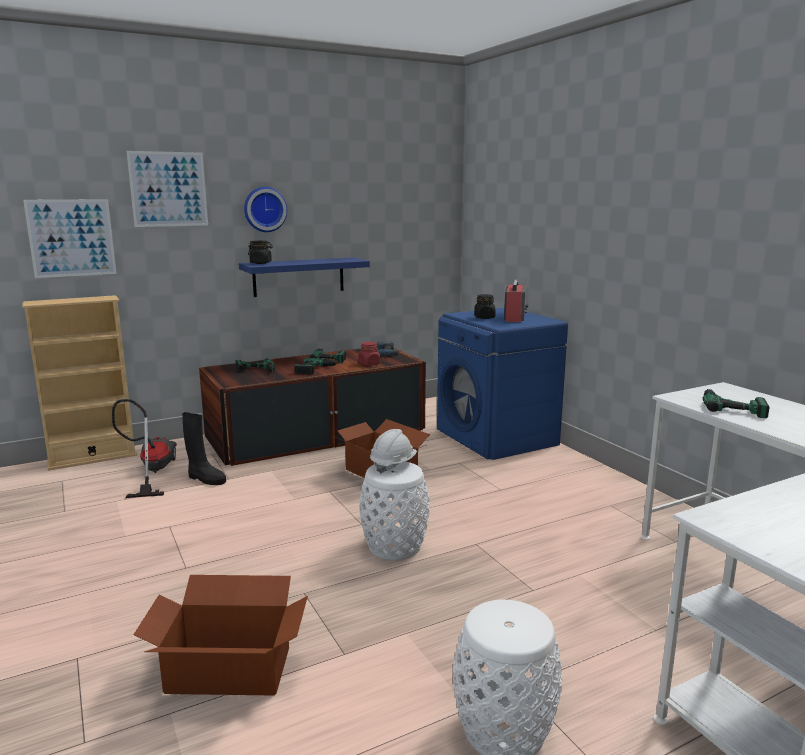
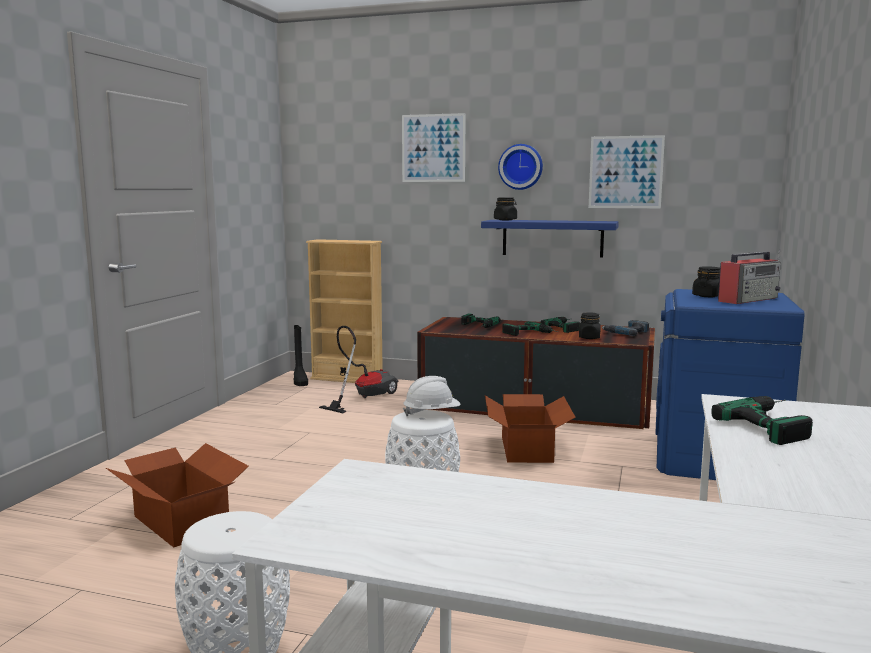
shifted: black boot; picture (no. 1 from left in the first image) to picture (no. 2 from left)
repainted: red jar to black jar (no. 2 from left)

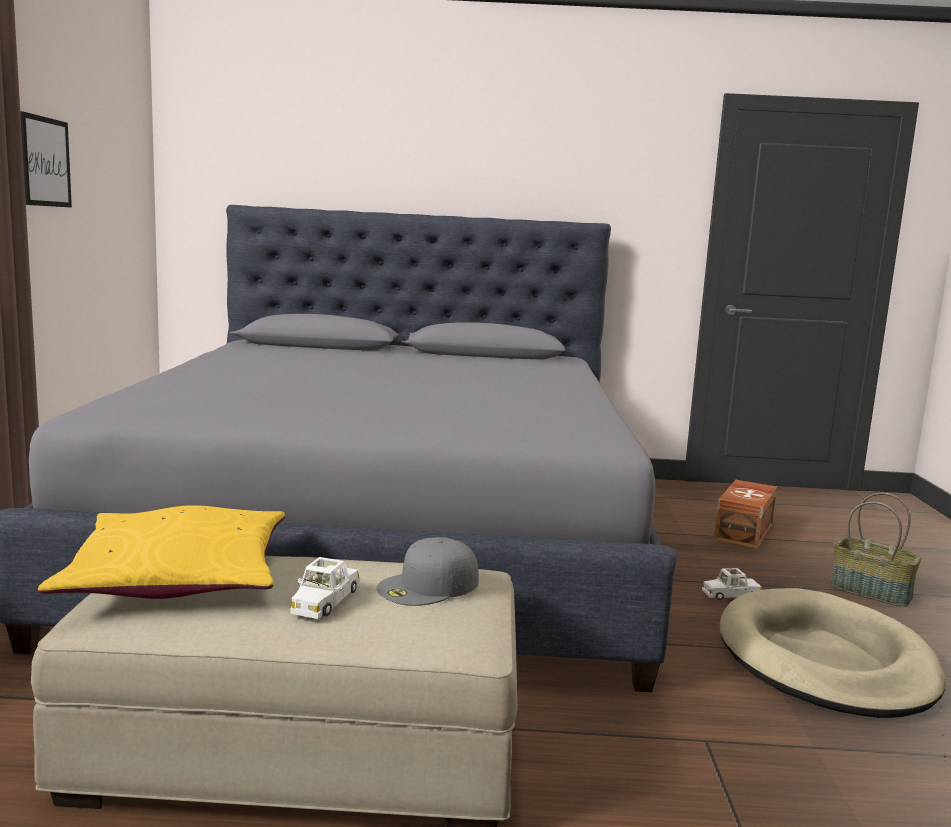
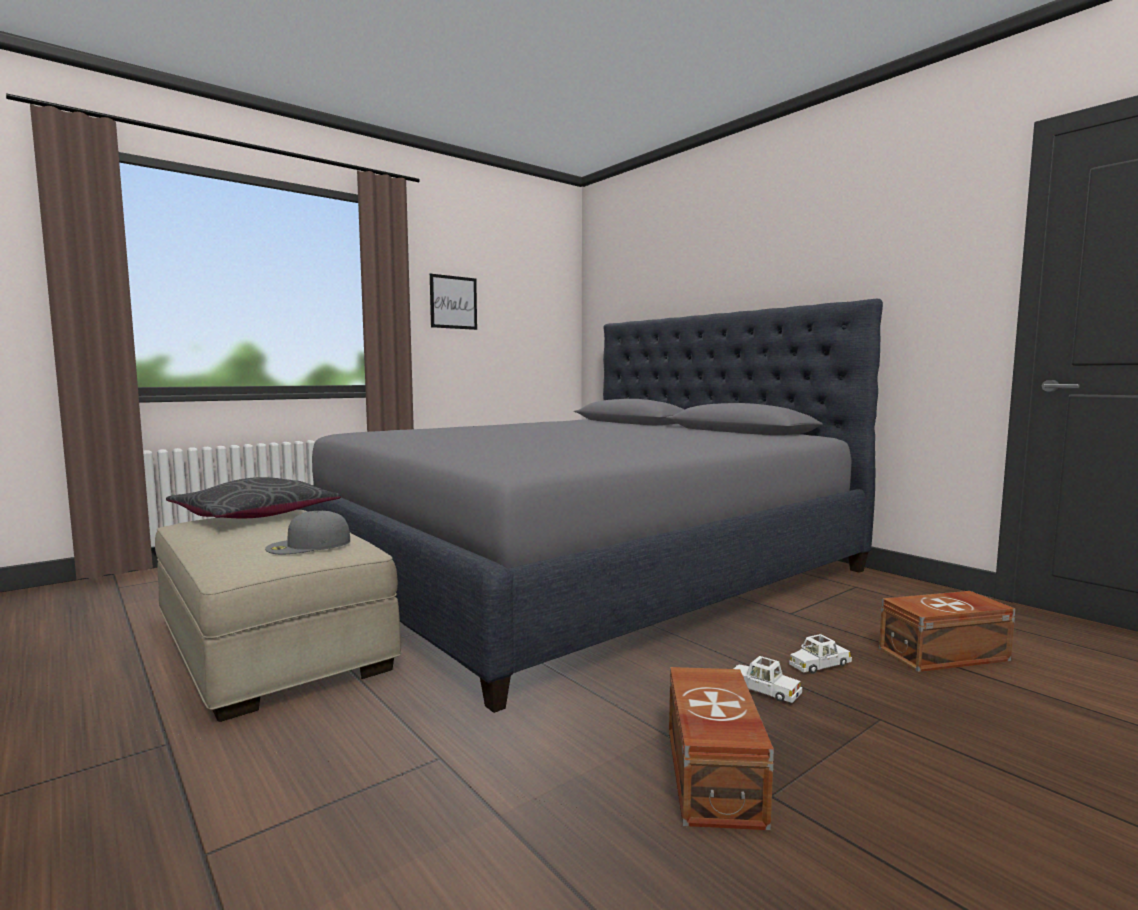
gone: basket
shifted: white toy car (no. 1 from left in the first image) to white toy car (no. 2 from left)
swapped: beige dog bed to brown storage box (no. 1 from left)
repainted: yellow pillow to grey pillow
rotated: grey cap 45 degrees counterclockwise

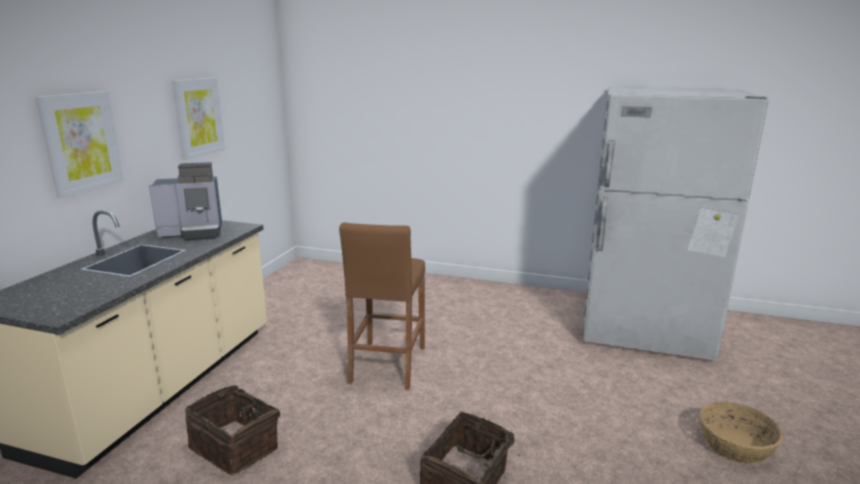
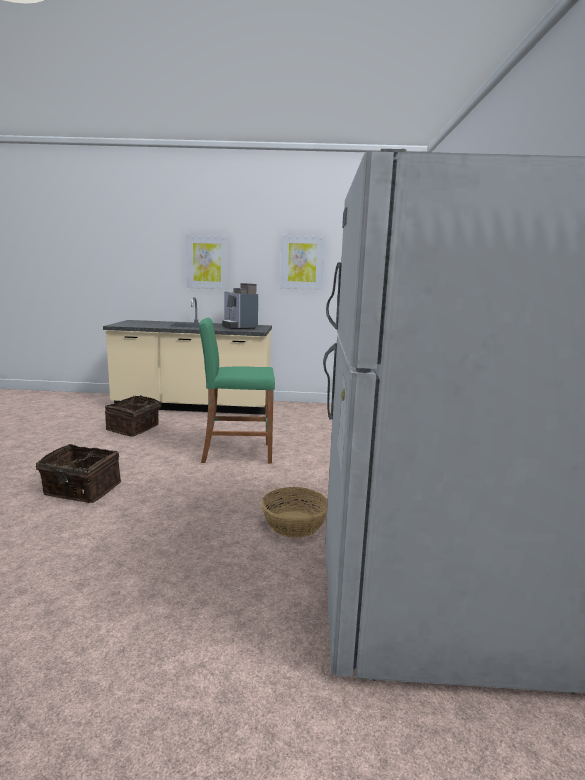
shifted: basket (no. 3 from left)
repainted: brown stool to green stool

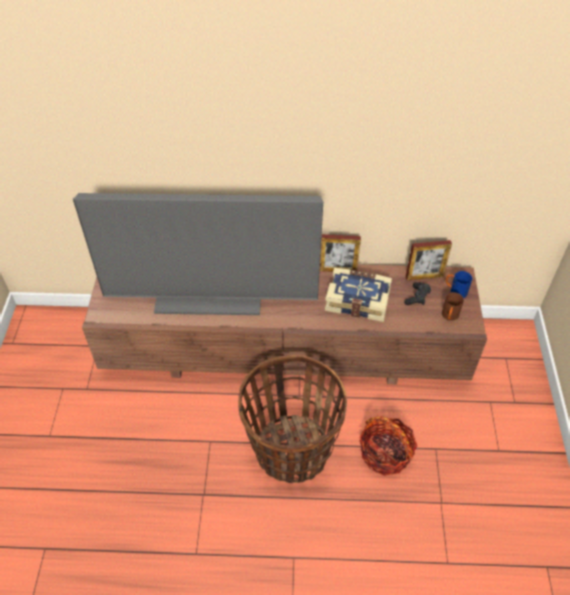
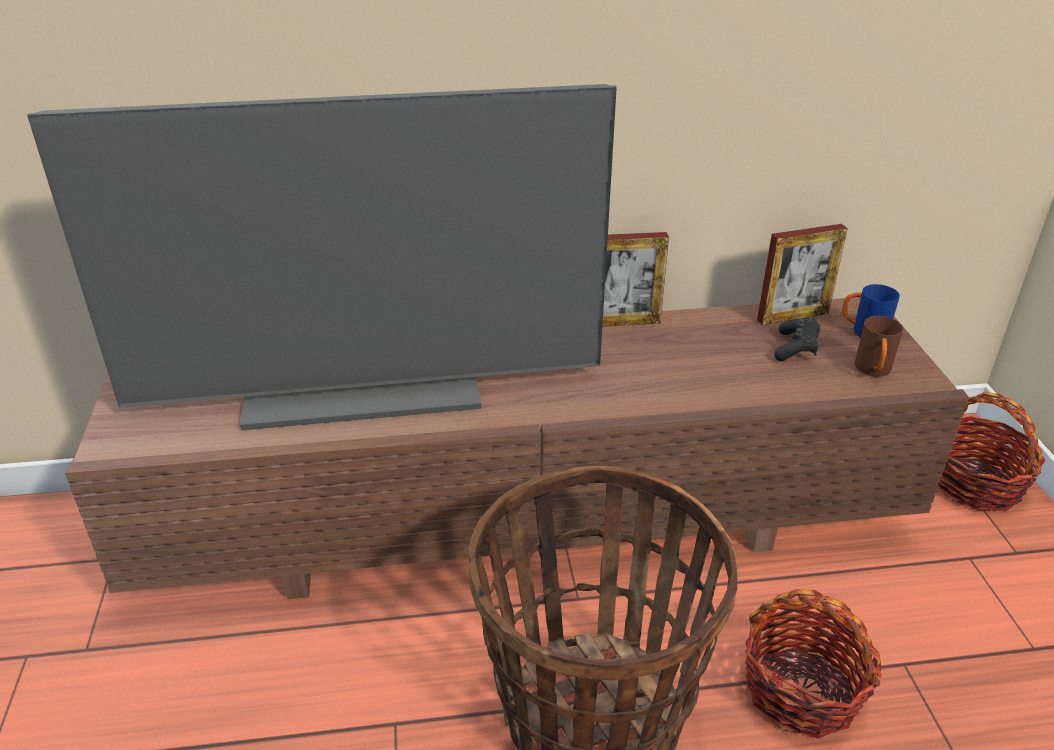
gone: book
new: basket (no. 3 from left)

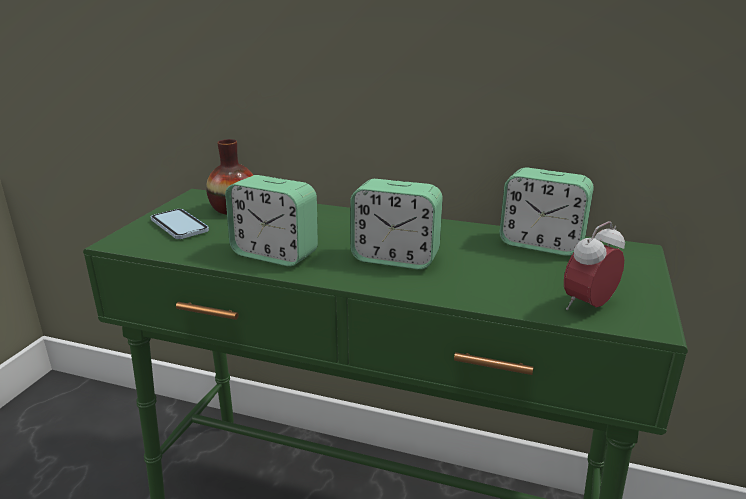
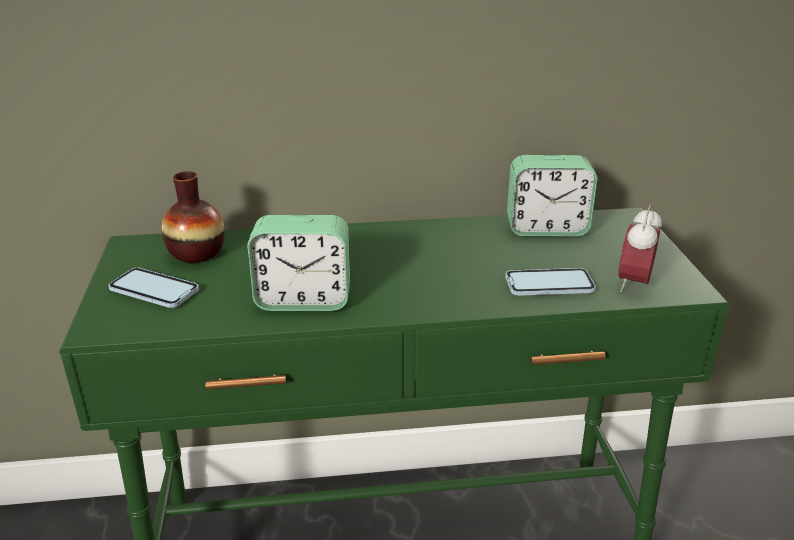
gone: alarm clock (no. 2 from left)
new: phone (no. 2 from left)

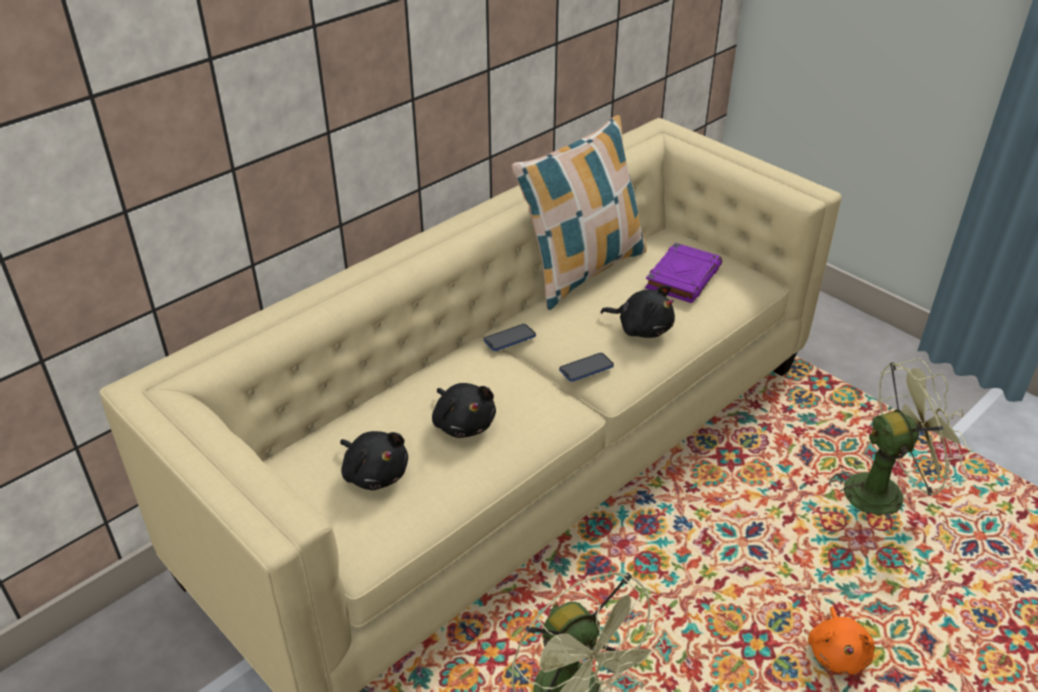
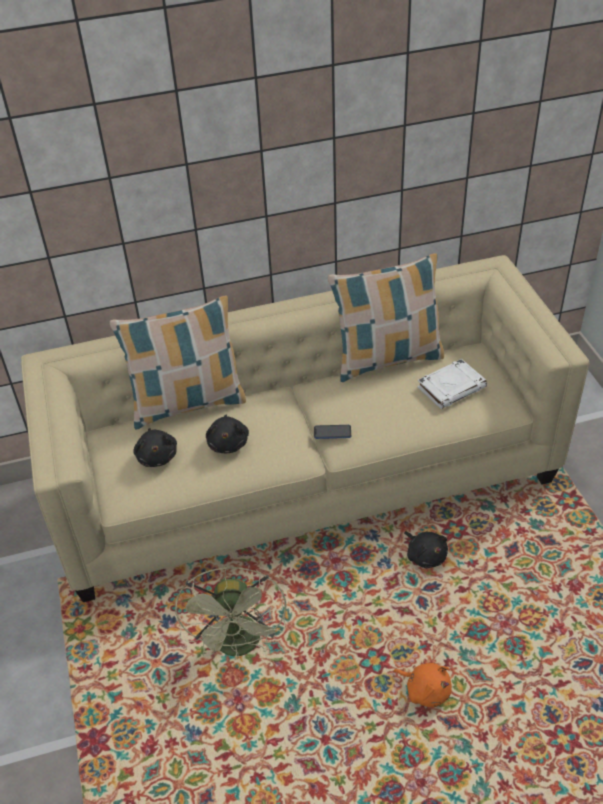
gone: phone (no. 1 from left); green fan (no. 2 from left)
new: pillow (no. 1 from left)
shifted: black plush toy (no. 3 from left)
repainted: purple book to white book
rotated: orange plush toy 90 degrees counterclockwise

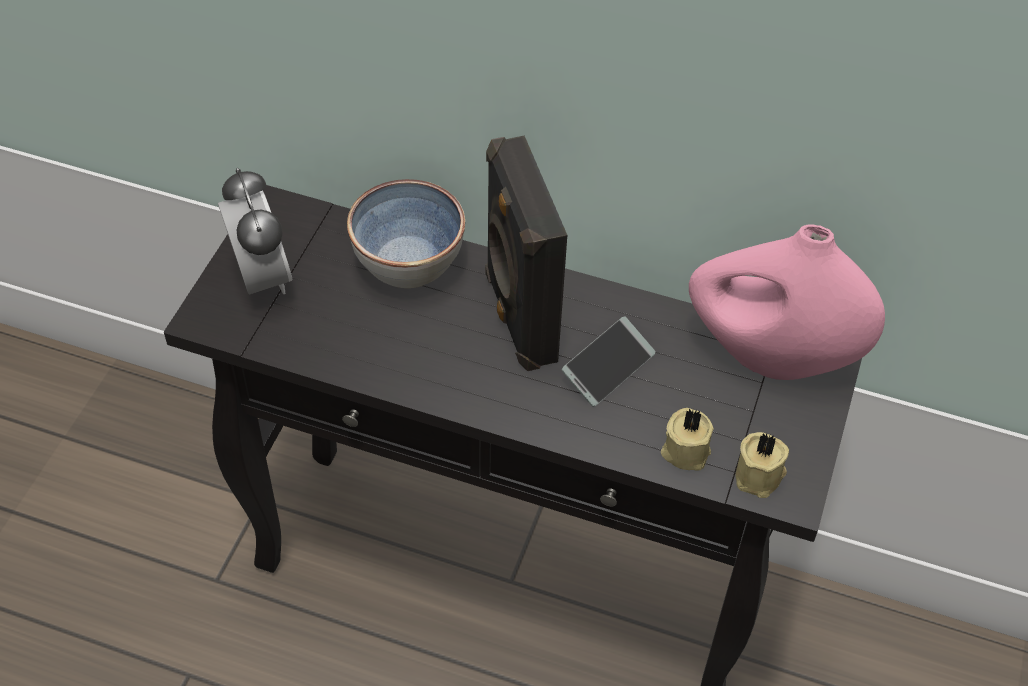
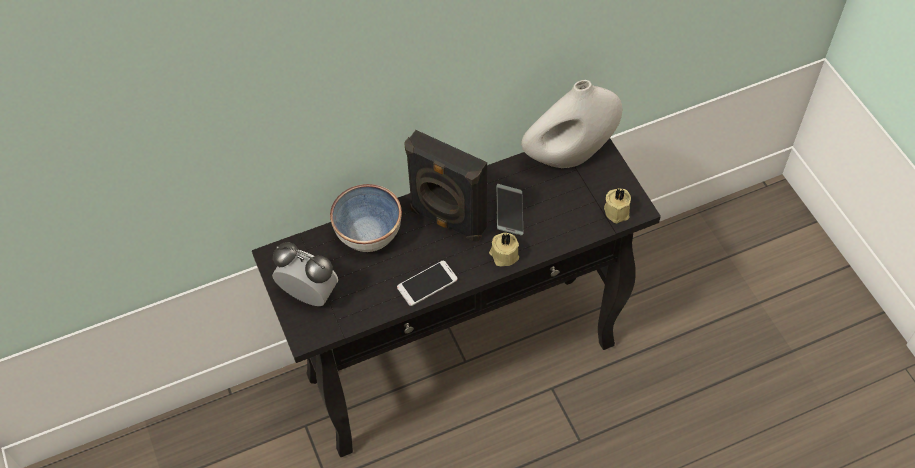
new: phone (no. 1 from left)
shifted: beige candle (no. 1 from left)
repainted: pink vase to white vase

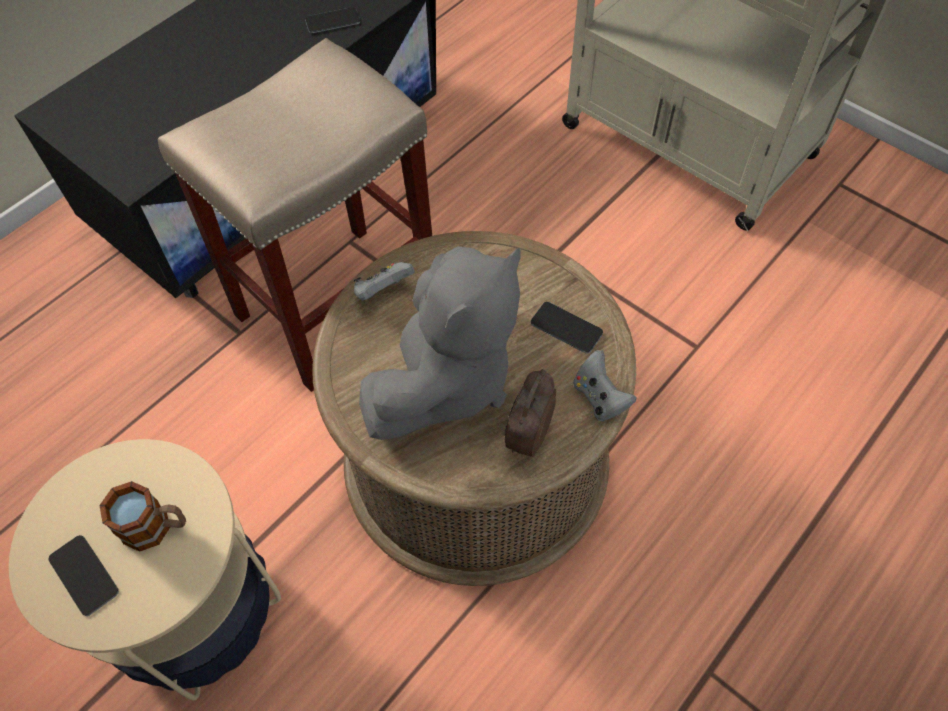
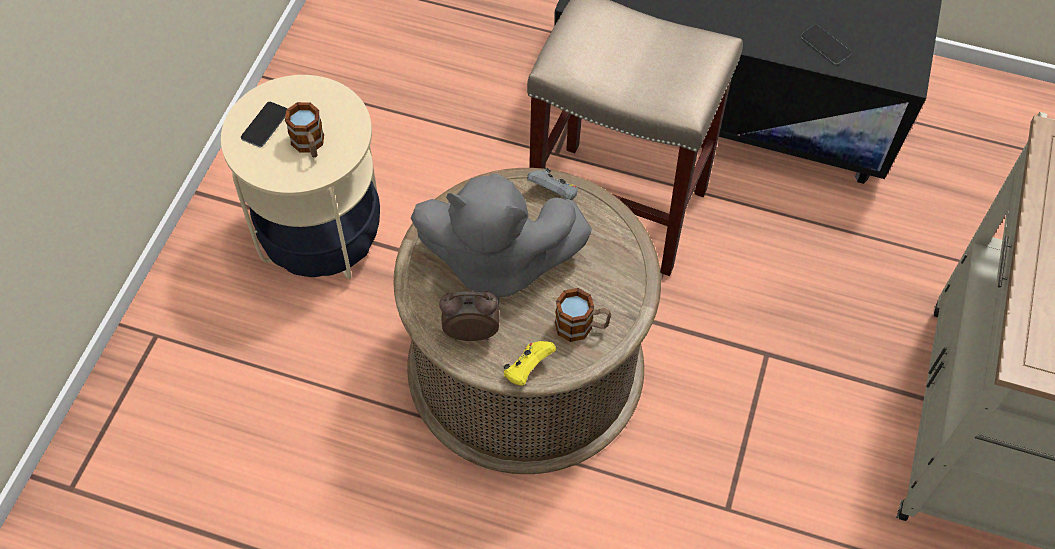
swapped: phone (no. 3 from left) to mug (no. 2 from left)
repainted: grey game controller (no. 2 from left) to yellow game controller

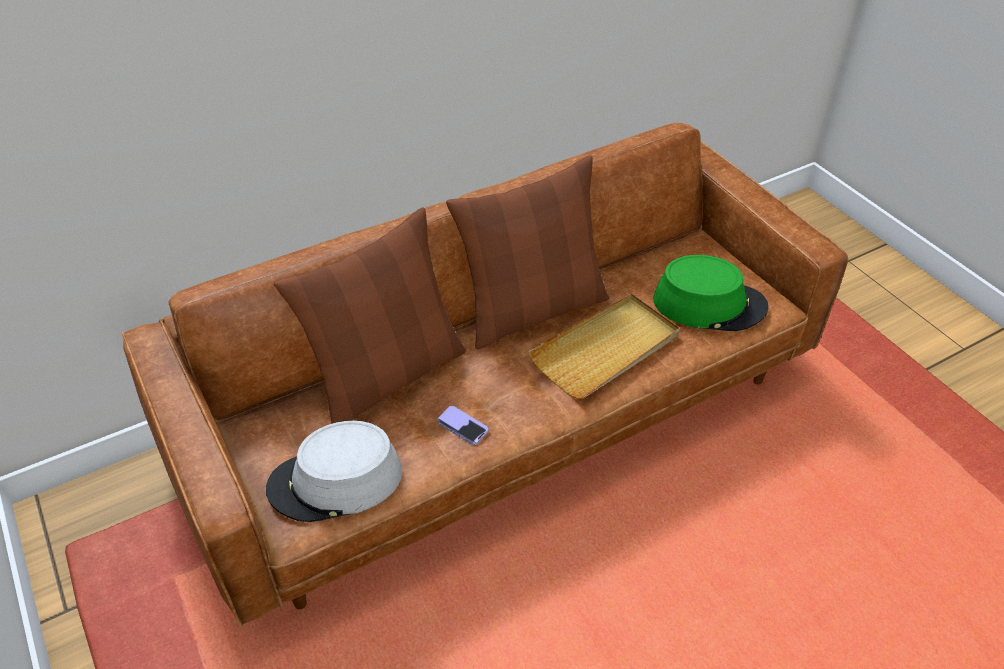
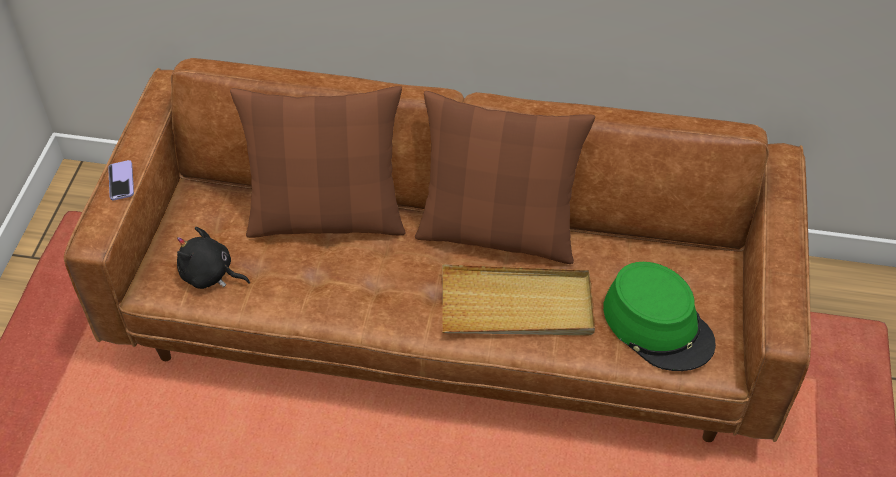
shifted: phone
swapped: grey hat to black plush toy

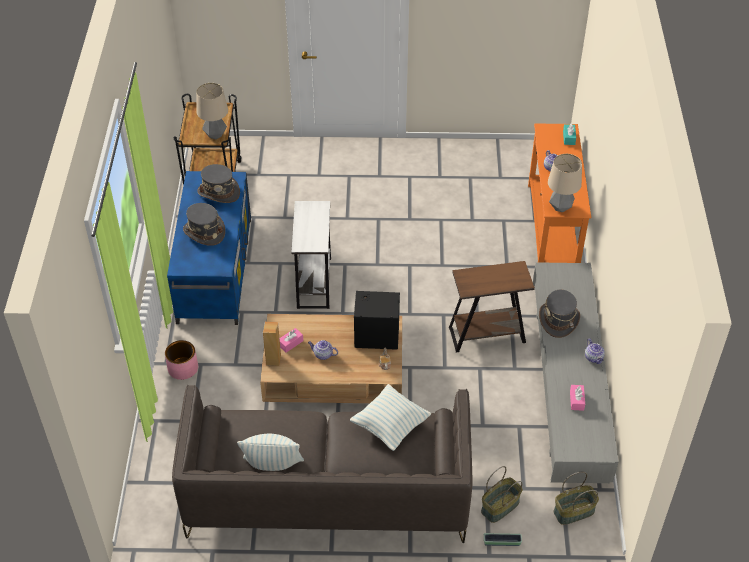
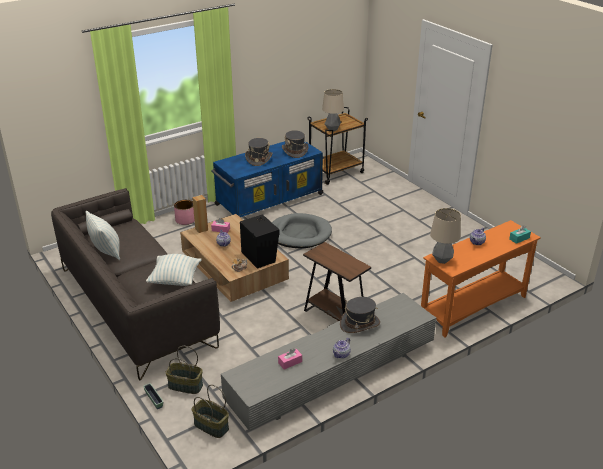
swapped: white side table to grey dog bed

